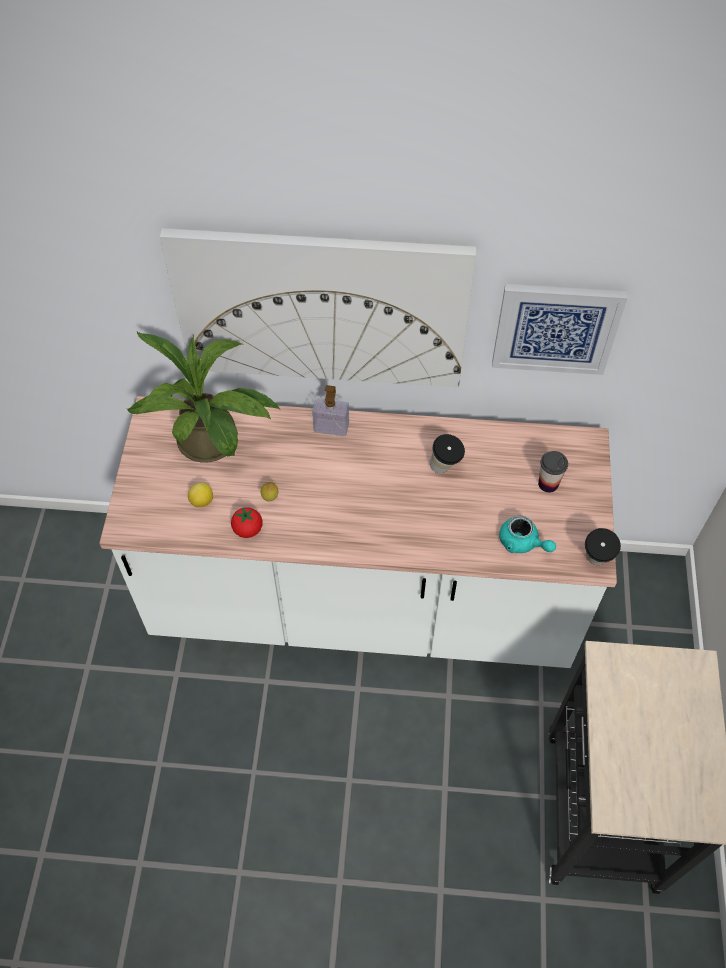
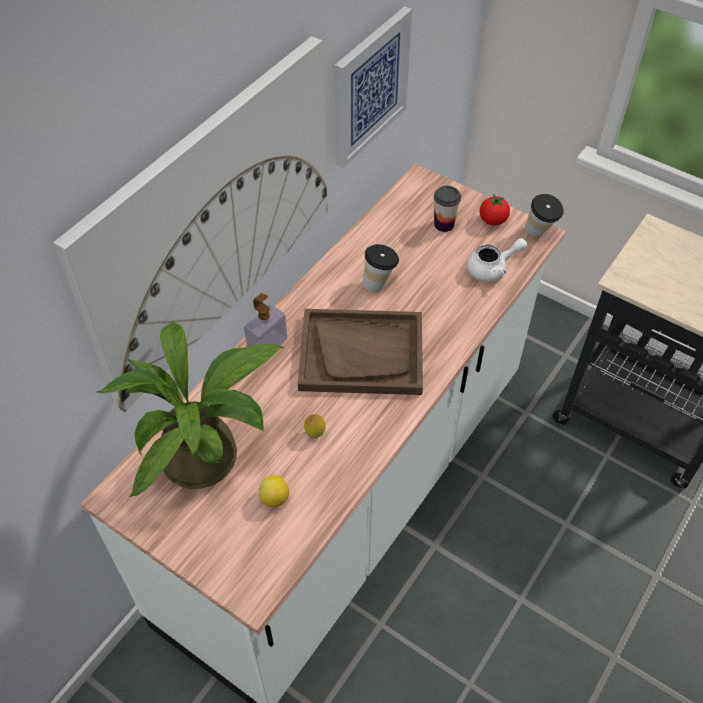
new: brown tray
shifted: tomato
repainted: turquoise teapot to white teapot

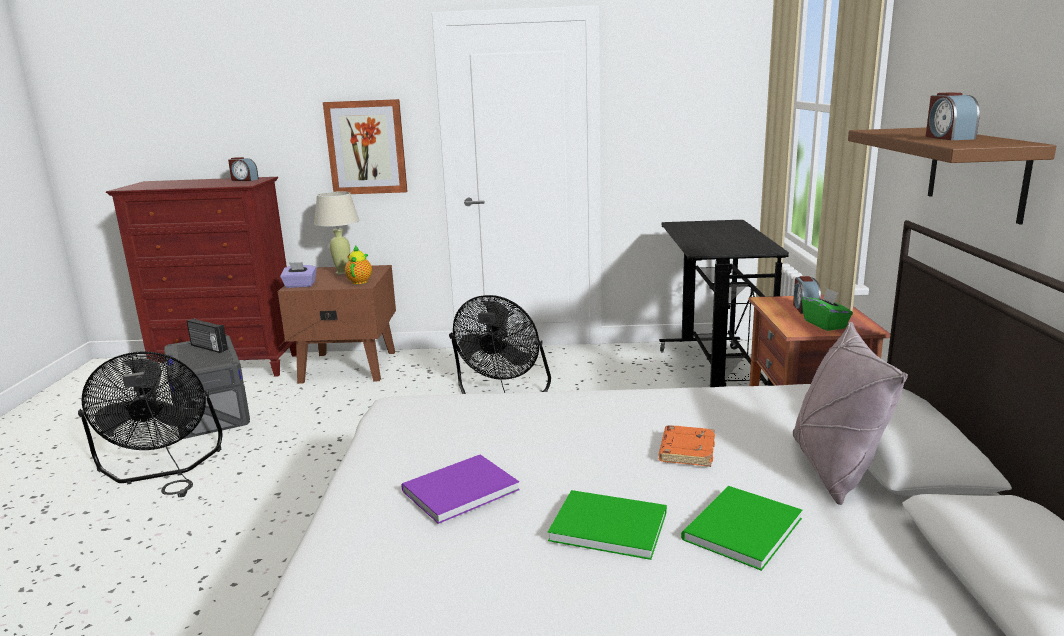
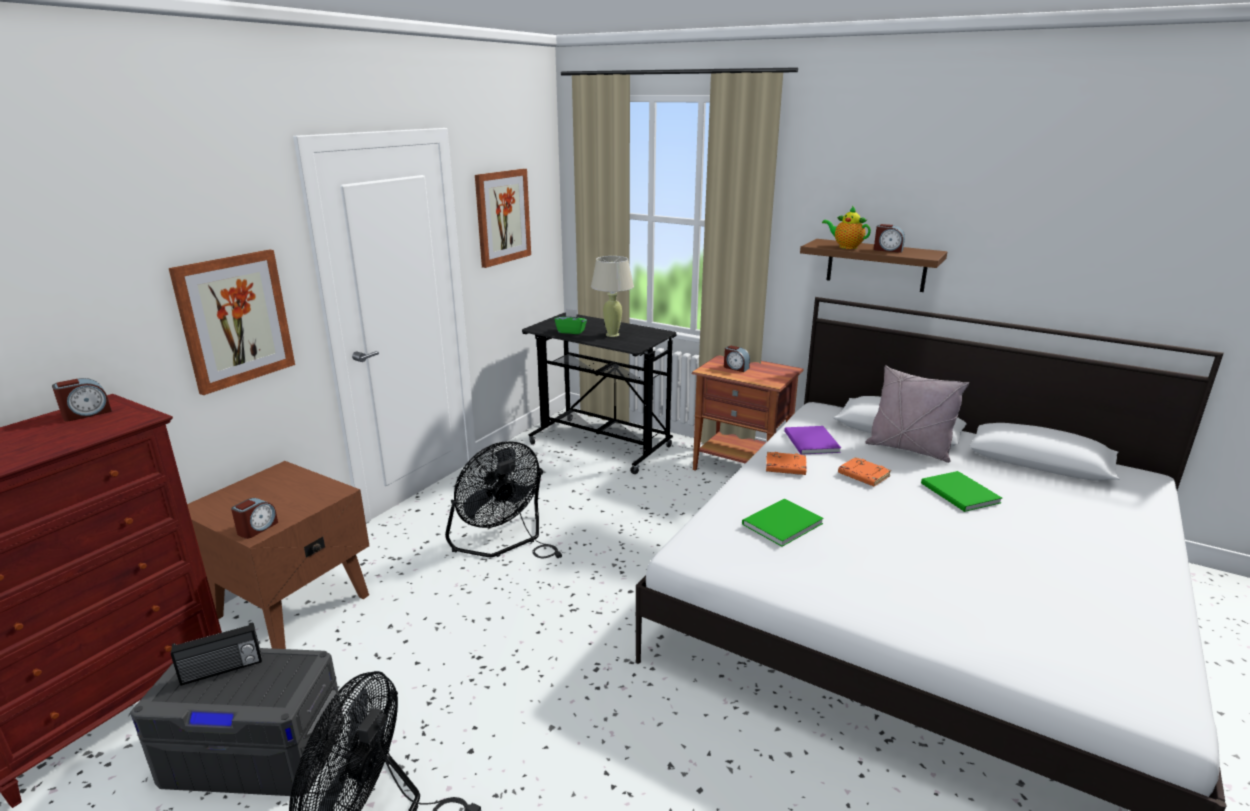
new: picture (no. 2 from left); orange book (no. 1 from left)
shifted: green tissue box; beige table lamp; green book (no. 1 from left); purple book; teapot
swapped: purple tissue box to alarm clock (no. 2 from left)

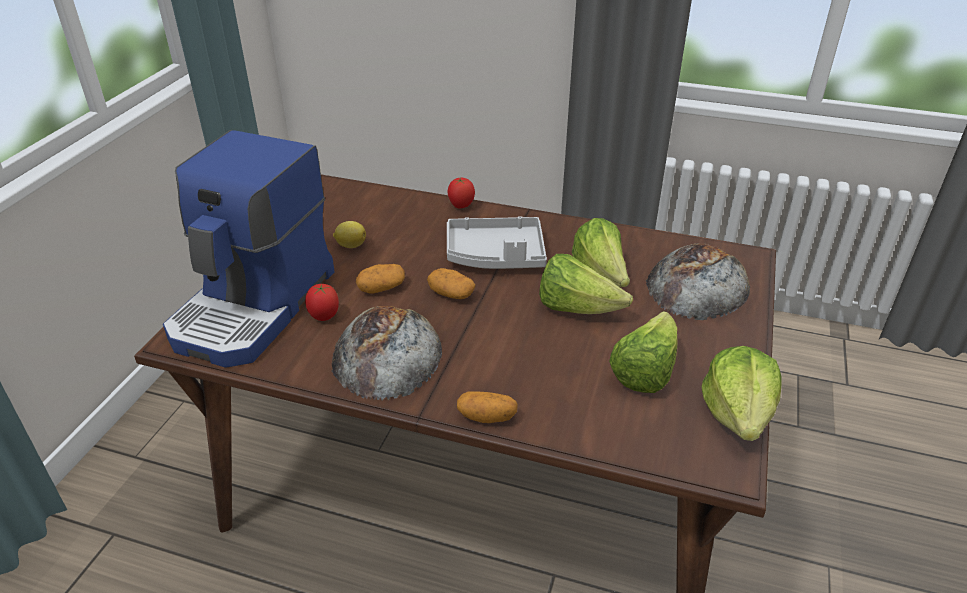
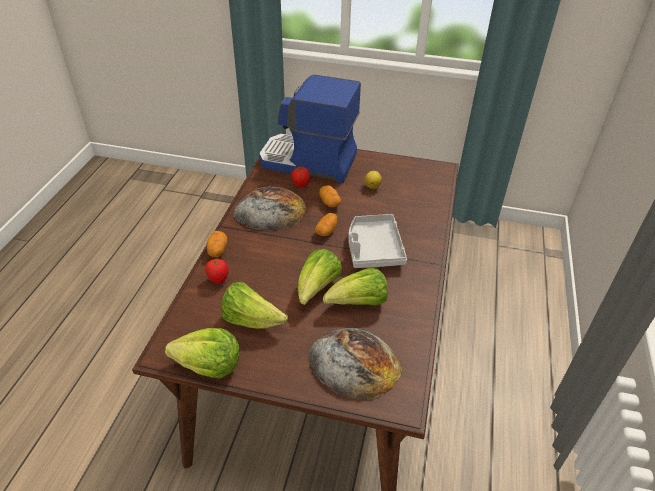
shifted: tomato (no. 2 from left in the first image) to tomato (no. 1 from left)

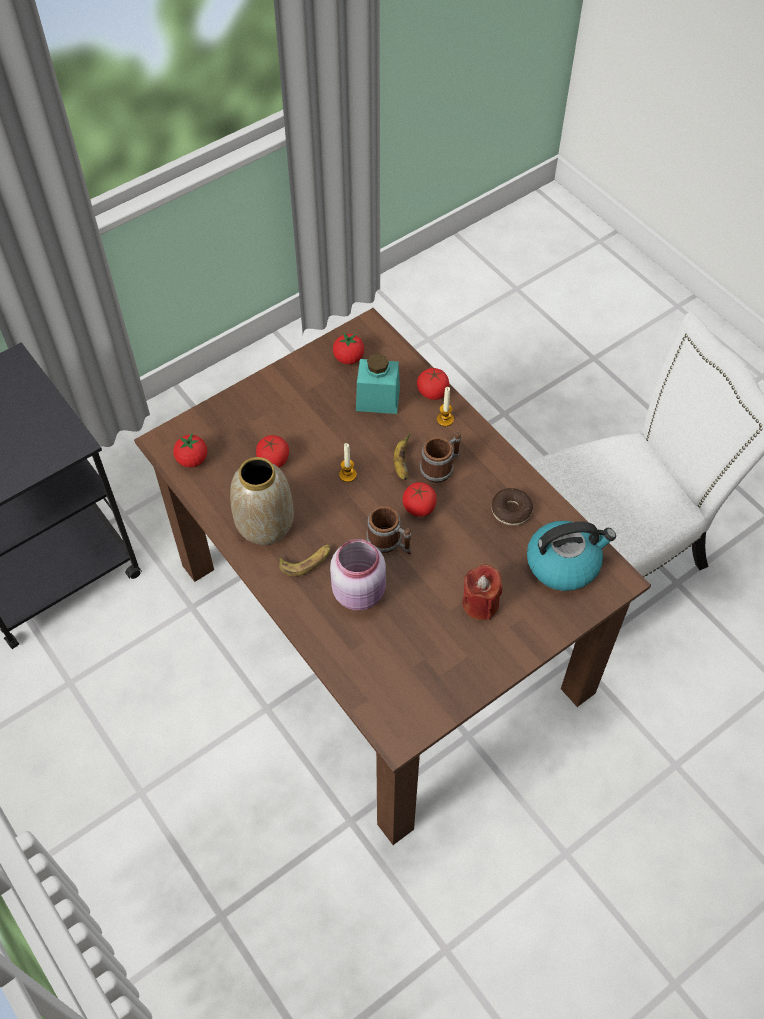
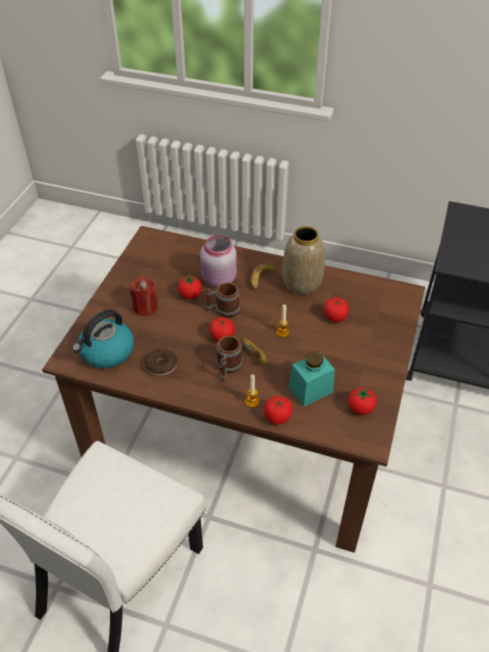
shifted: tomato (no. 1 from left)

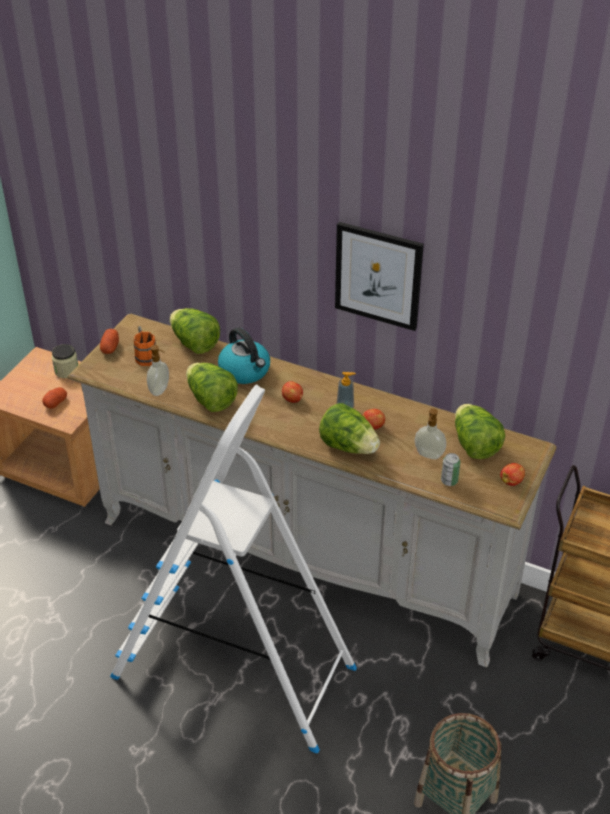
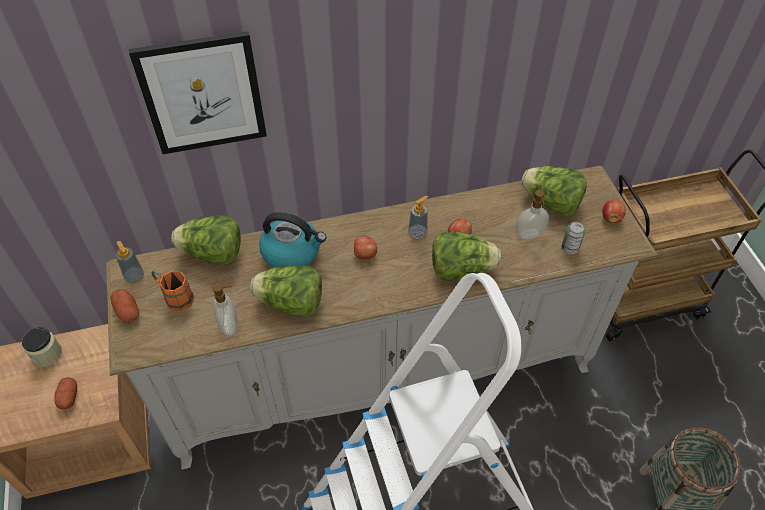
new: soap dispenser (no. 1 from left)
shifted: picture

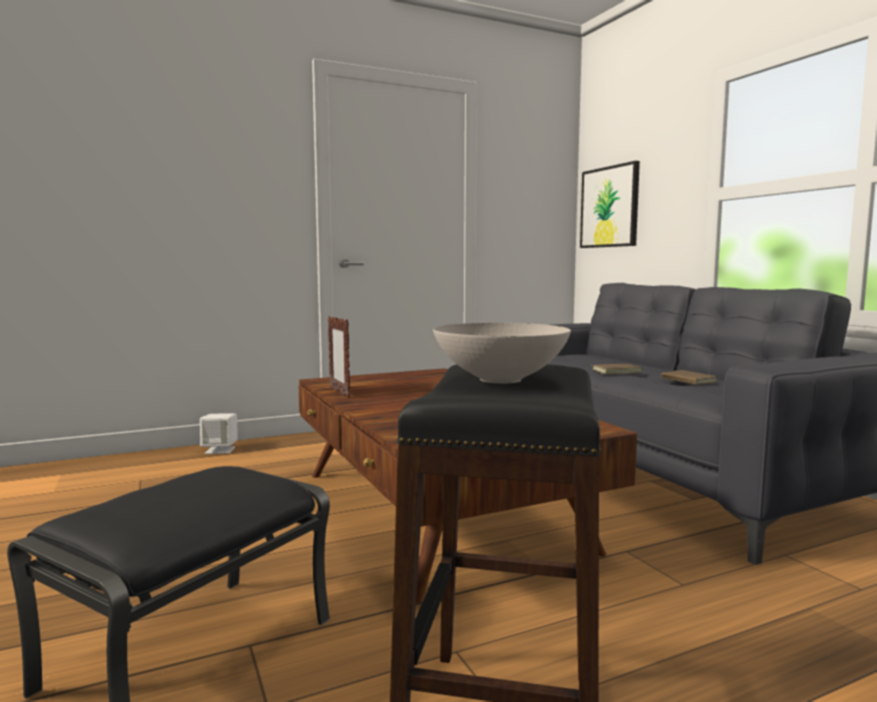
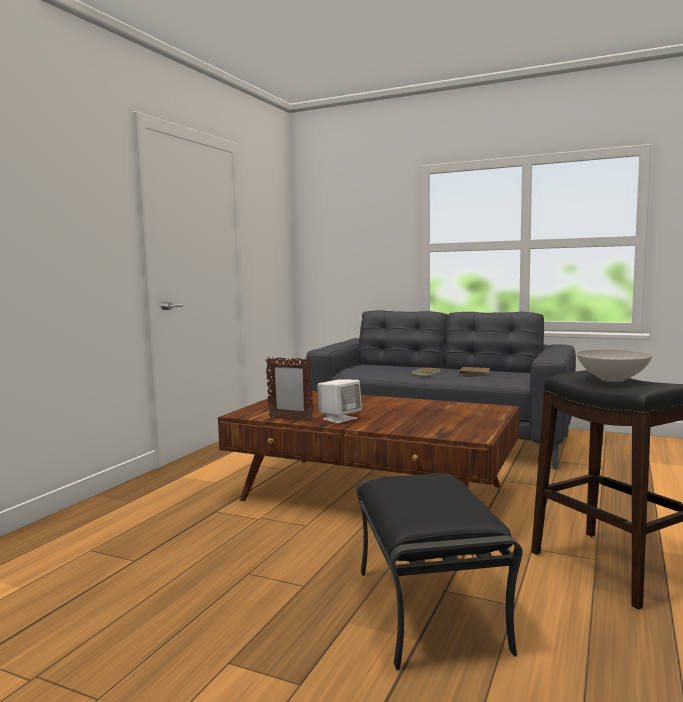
gone: picture
shifted: white speaker

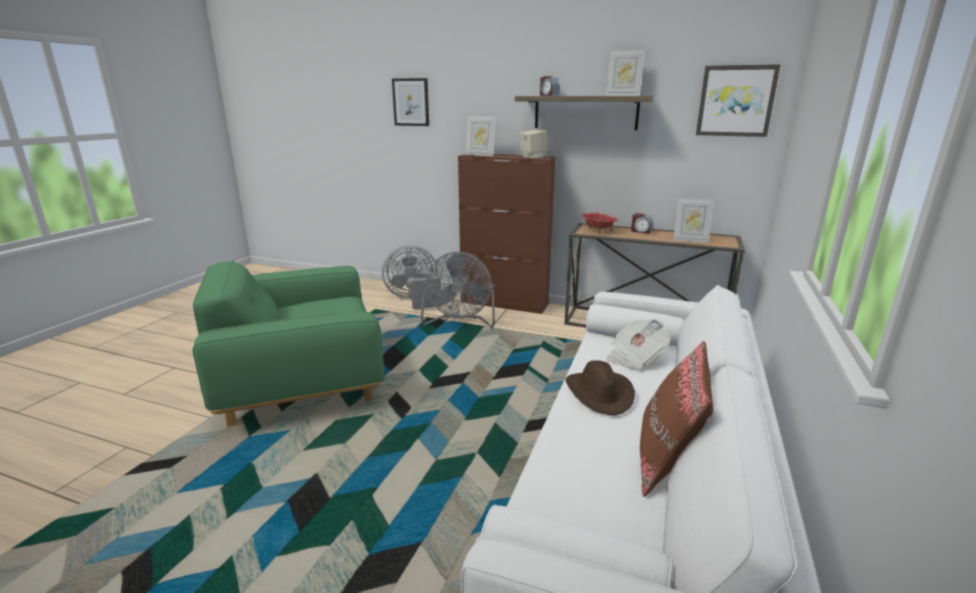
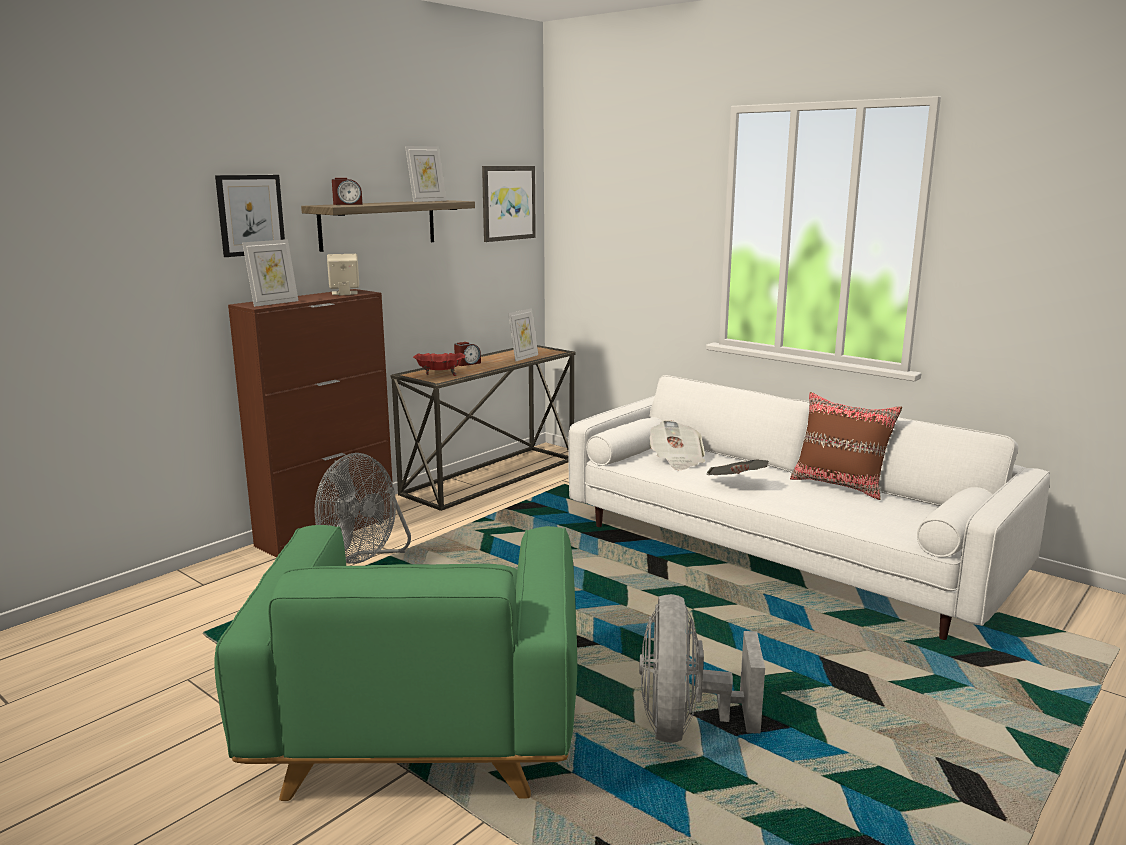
shifted: picture (no. 1 from left); grey fan (no. 1 from left in the first image) to grey fan (no. 2 from left)
swapped: brown hat to newspaper (no. 2 from left)

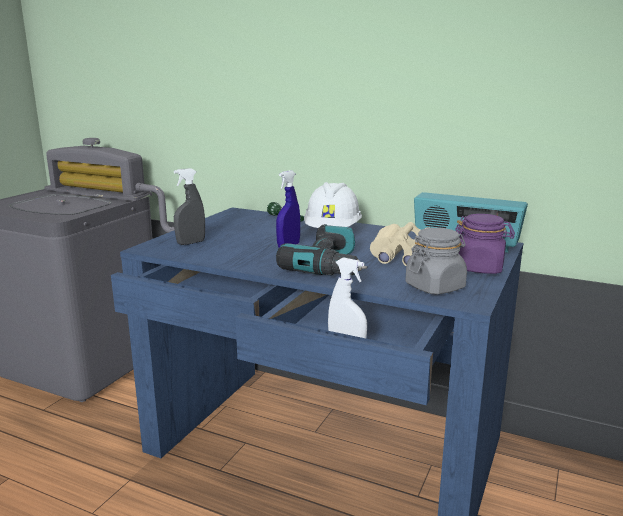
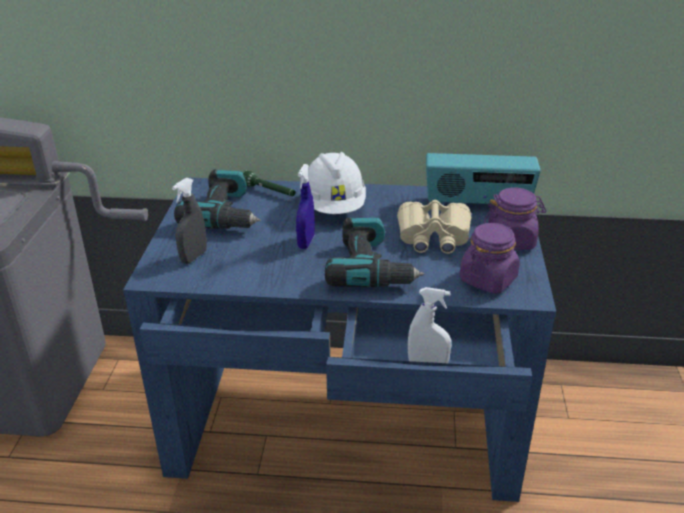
new: power drill (no. 1 from left)
repainted: grey jar to purple jar (no. 1 from left)

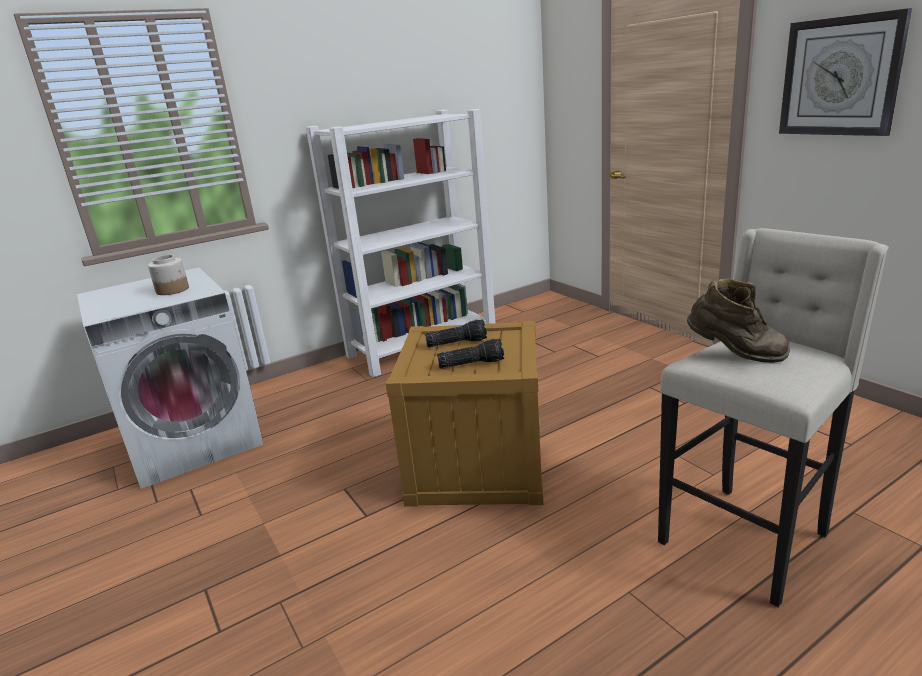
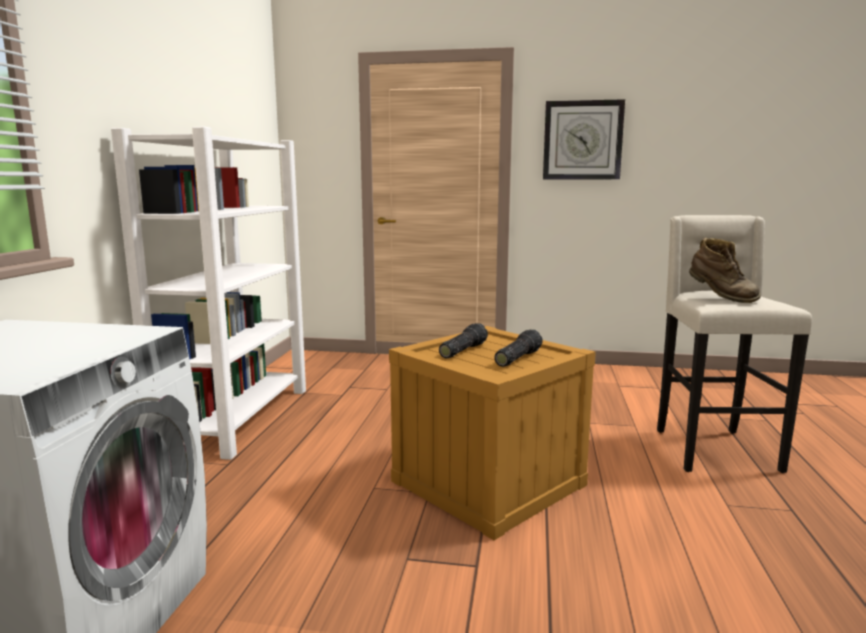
gone: jar
rotated: brown boot 75 degrees clockwise

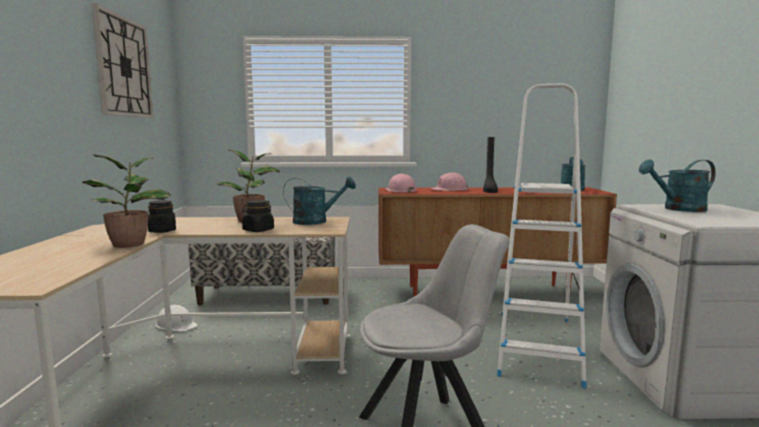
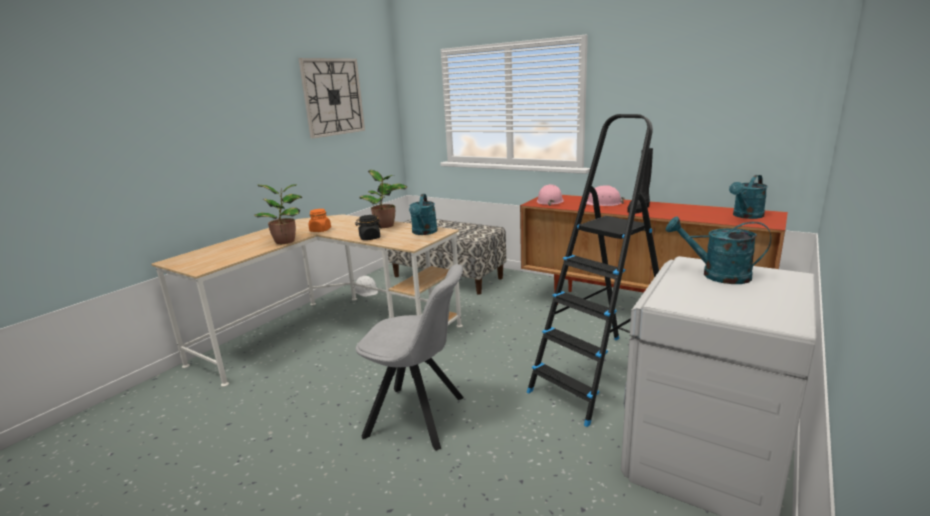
repainted: black jar (no. 1 from left) to orange jar; white step ladder to black step ladder
rotated: turquoise watering can (no. 1 from left) 75 degrees clockwise

